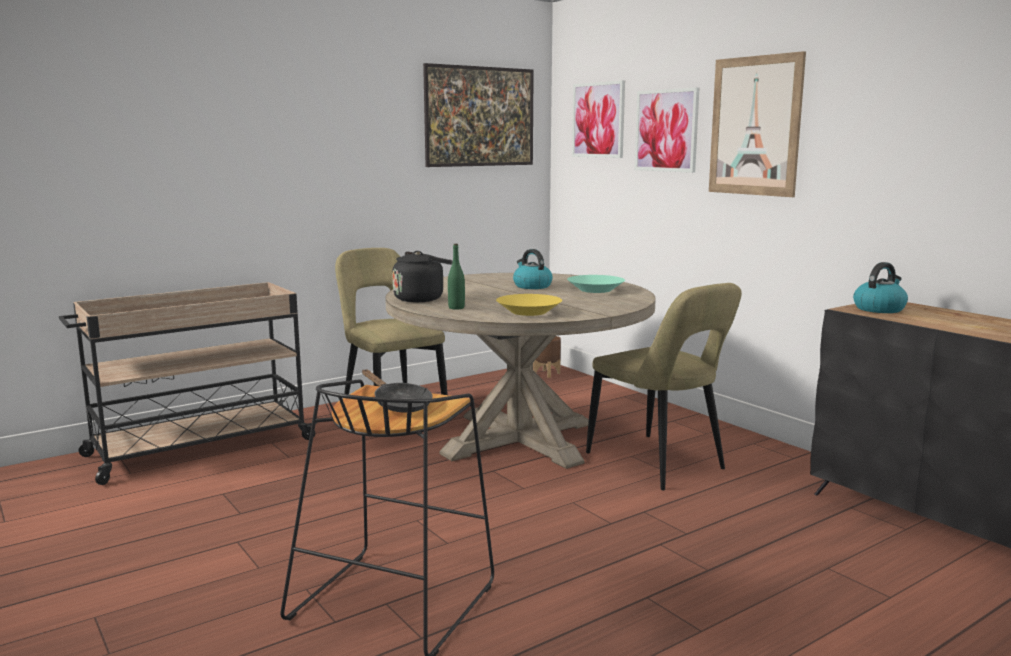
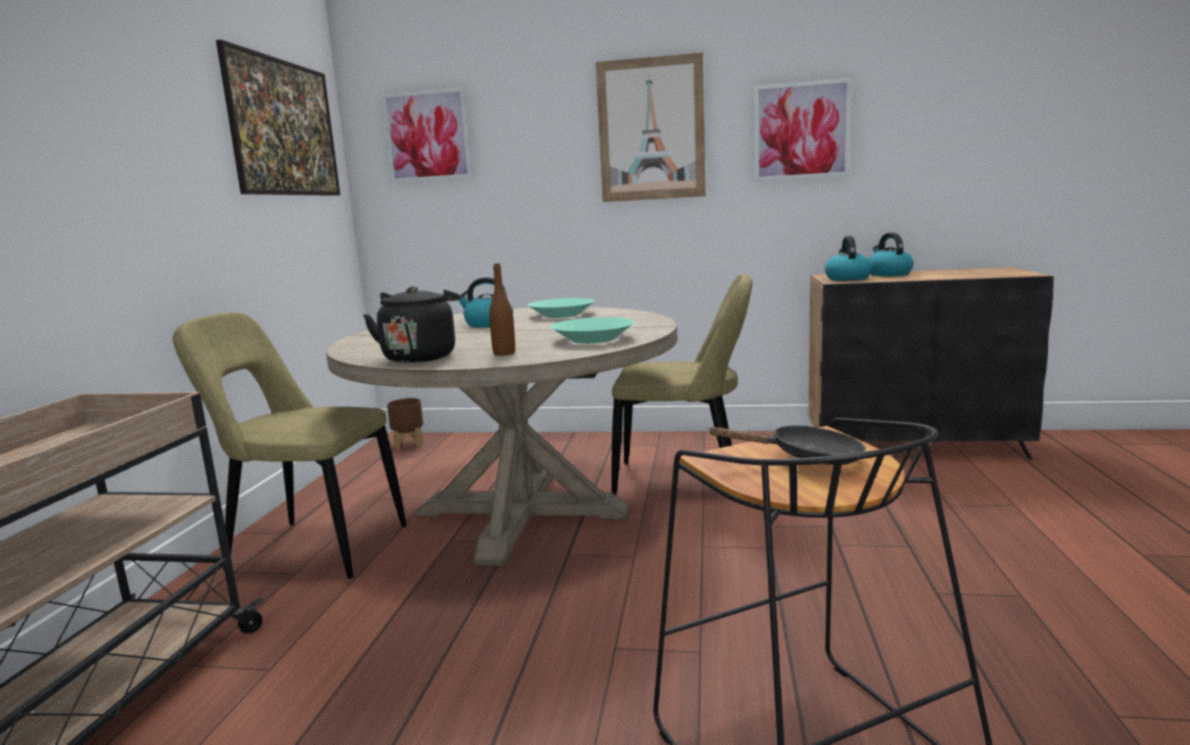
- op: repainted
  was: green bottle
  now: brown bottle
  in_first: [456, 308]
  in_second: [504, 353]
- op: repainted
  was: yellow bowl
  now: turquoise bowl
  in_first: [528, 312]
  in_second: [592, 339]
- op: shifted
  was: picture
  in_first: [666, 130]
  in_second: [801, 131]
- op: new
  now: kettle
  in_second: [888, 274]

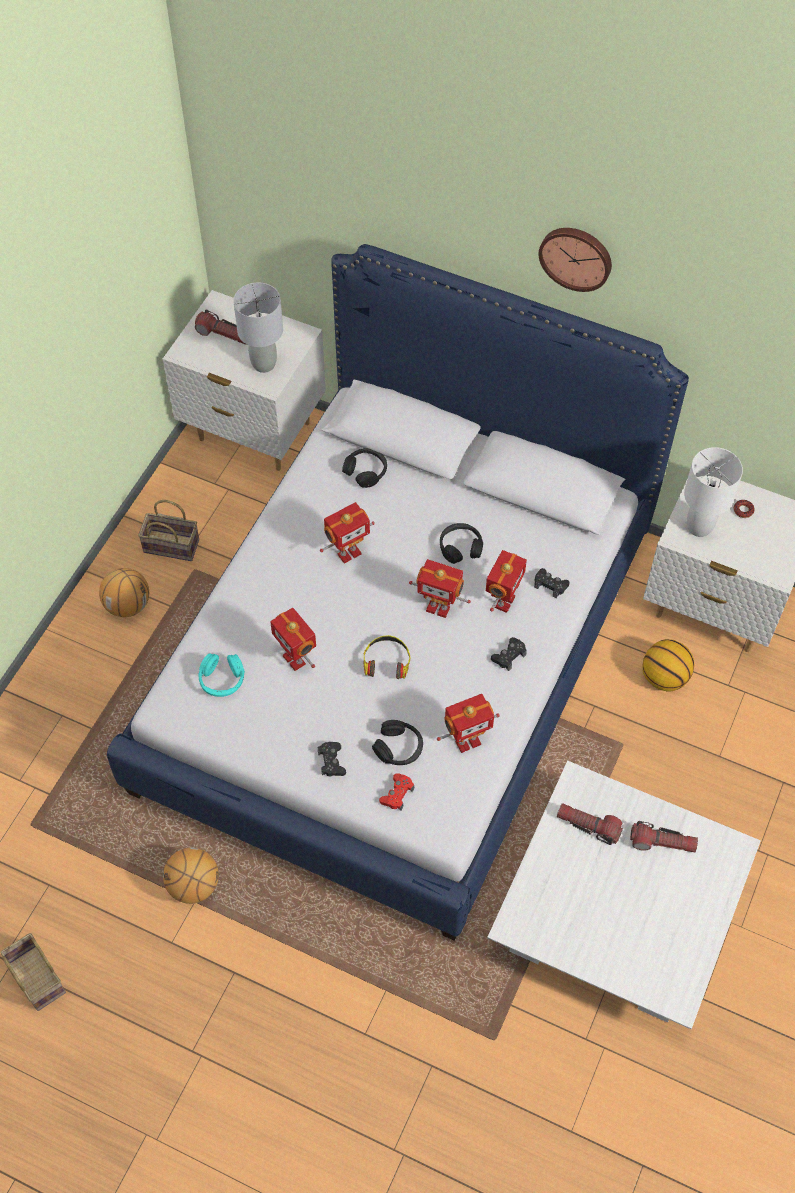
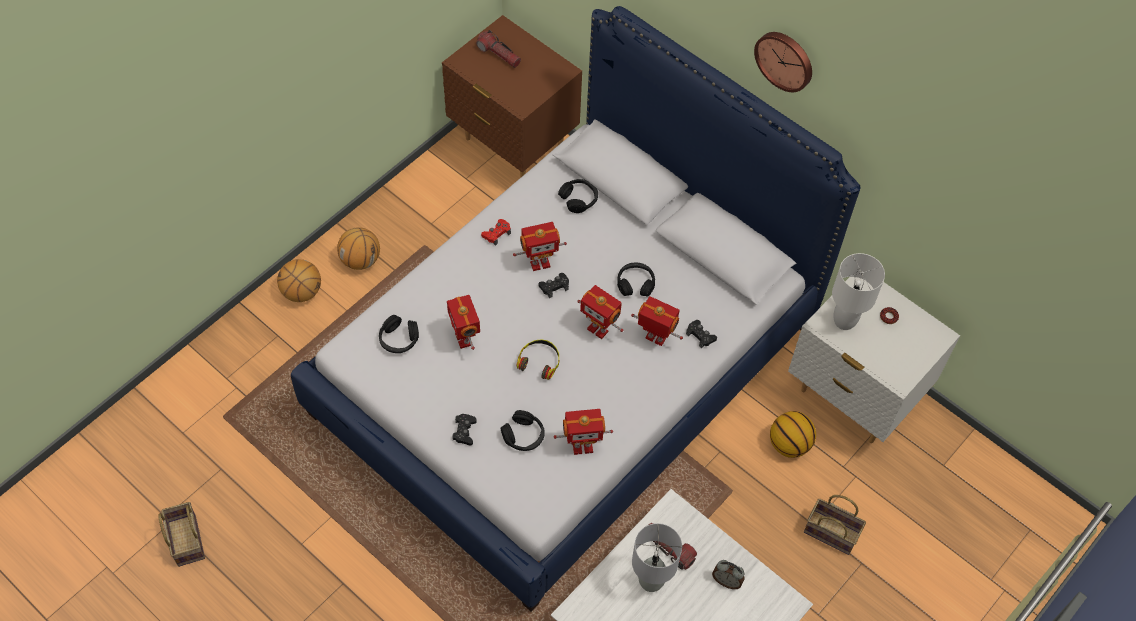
- op: shifted
  was: basket
  in_first: [173, 545]
  in_second: [833, 532]
- op: repainted
  was: white nightstand
  now: brown nightstand
  in_first: [254, 432]
  in_second: [513, 144]
- op: shifted
  was: basketball
  in_first: [194, 885]
  in_second: [302, 292]
- op: repainted
  was: turquoise headphones
  now: black headphones
  in_first: [222, 680]
  in_second: [399, 339]
- op: shifted
  was: grey table lamp
  in_first: [263, 364]
  in_second: [650, 581]
- op: shifted
  was: red game controller
  in_first: [397, 794]
  in_second: [496, 234]
- op: rotated
  was: toy robot
  in_first: [503, 601]
  in_second: [655, 339]
  clockwise: -105
- op: shifted
  was: black game controller
  in_first: [509, 656]
  in_second: [554, 287]
- op: swapped
  was: flashlight
  now: alarm clock
  in_first: [662, 843]
  in_second: [726, 581]

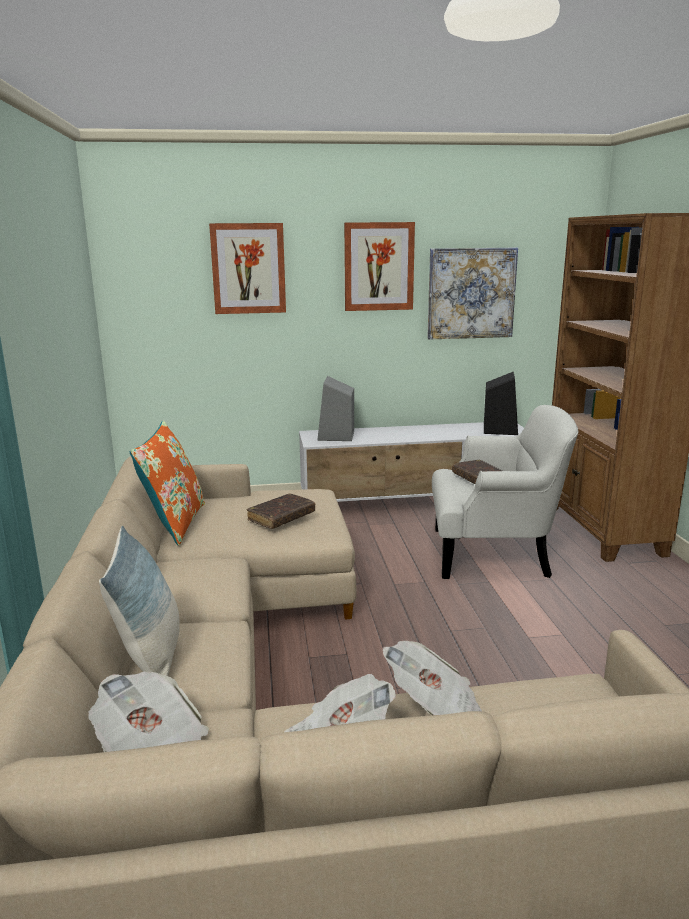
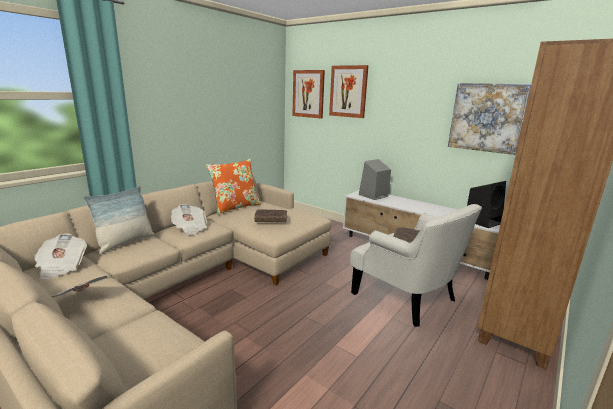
- op: shifted
  was: picture
  in_first: [378, 266]
  in_second: [308, 94]
- op: shifted
  was: newspaper
  in_first: [434, 705]
  in_second: [190, 228]

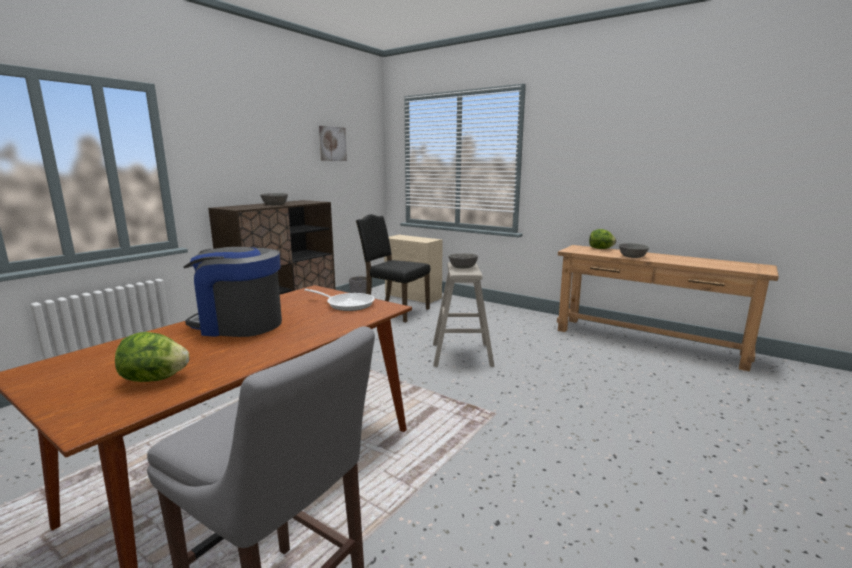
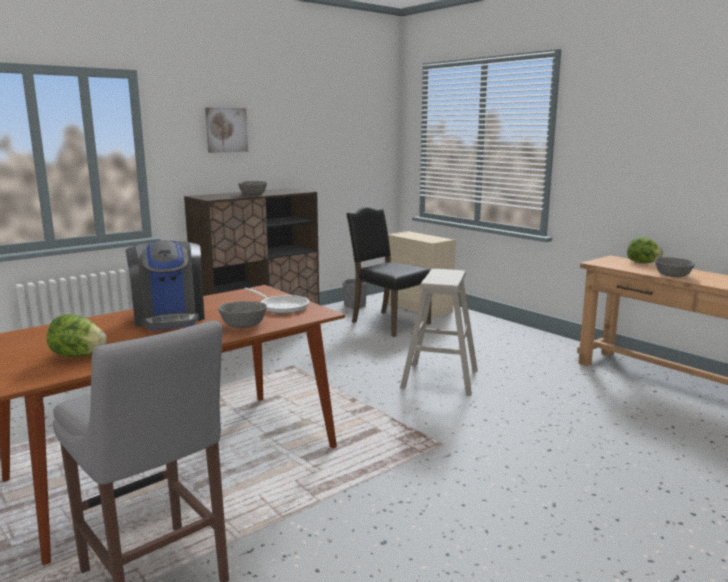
- op: rotated
  was: coffee machine
  in_first: [239, 324]
  in_second: [170, 317]
  clockwise: -135
- op: shifted
  was: picture
  in_first: [332, 144]
  in_second: [226, 130]
- op: shifted
  was: grey bowl
  in_first: [462, 267]
  in_second: [243, 325]

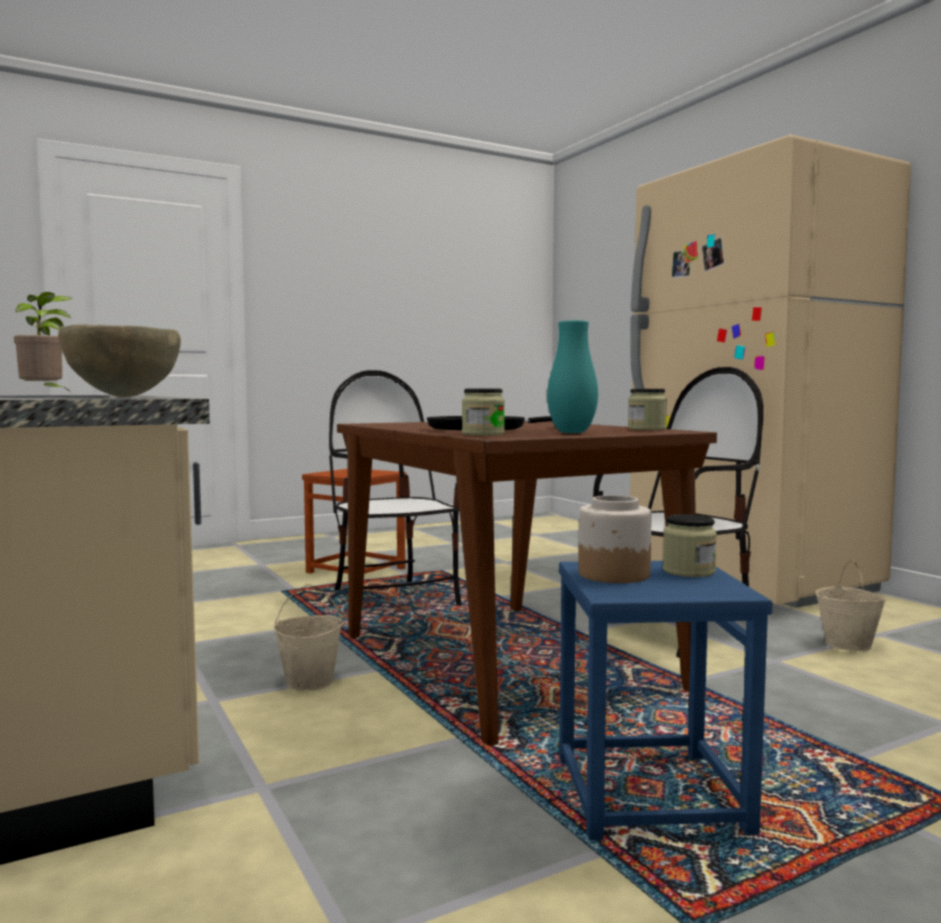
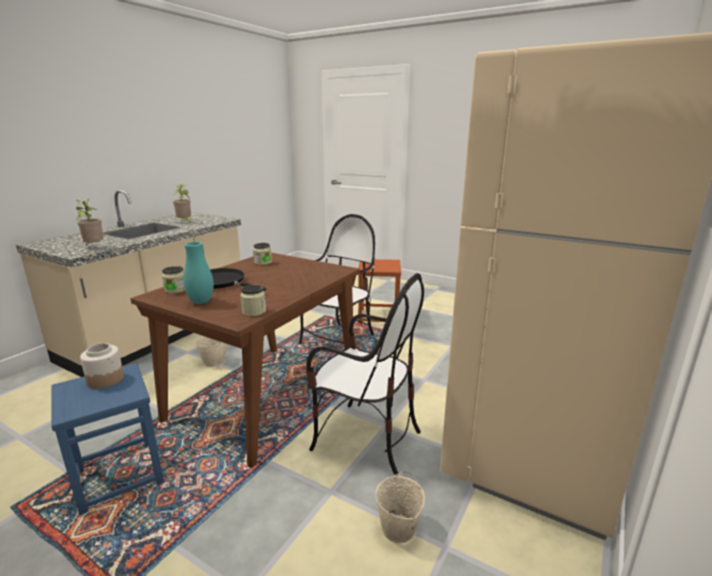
- op: swapped
  was: brown bowl
  now: potted plant
  in_first: [122, 397]
  in_second: [94, 247]
- op: shifted
  was: jar
  in_first: [688, 571]
  in_second: [263, 262]

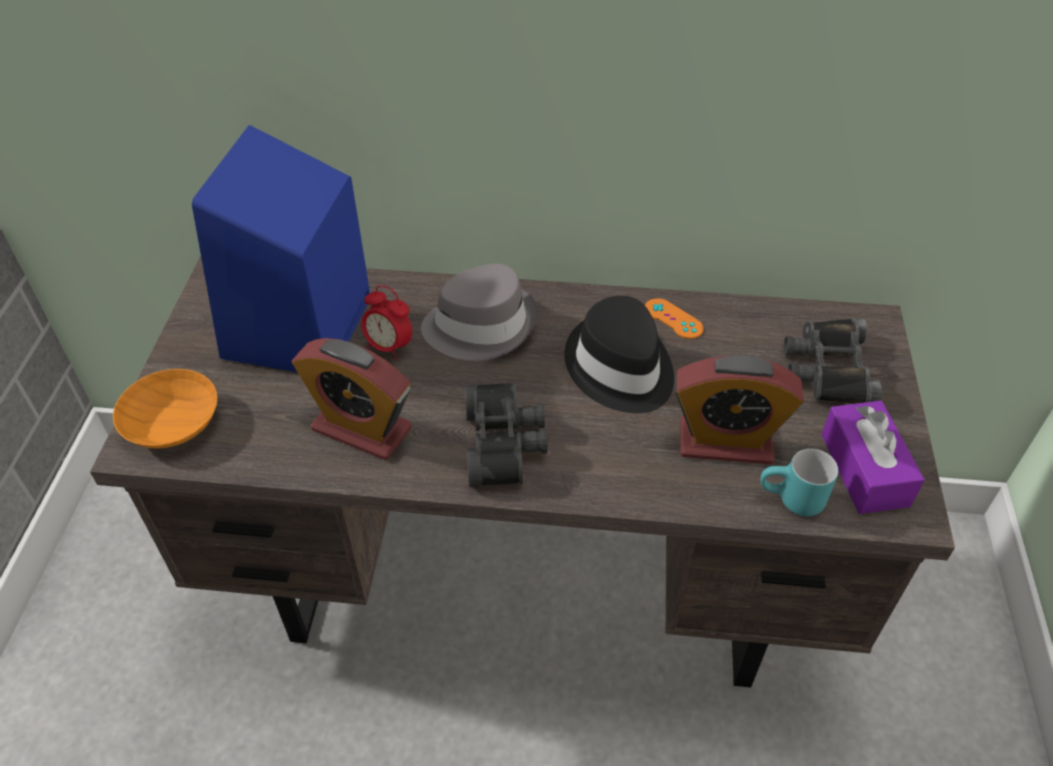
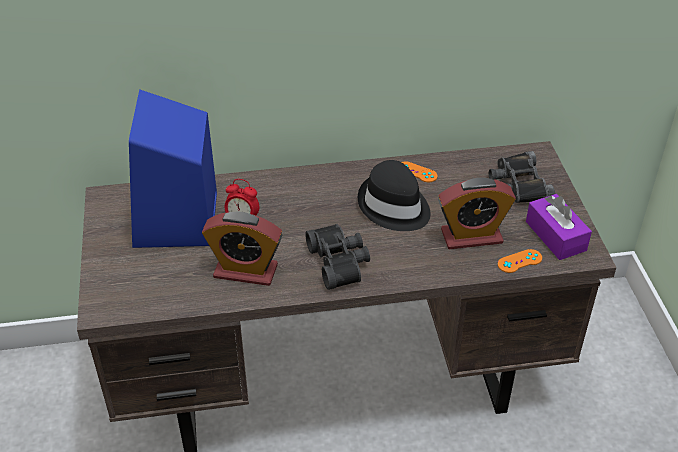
- op: gone
  was: orange bowl
  in_first: [170, 423]
- op: gone
  was: grey hat
  in_first: [480, 325]
- op: swapped
  was: turquoise mug
  now: orange game controller
  in_first: [791, 502]
  in_second: [519, 261]

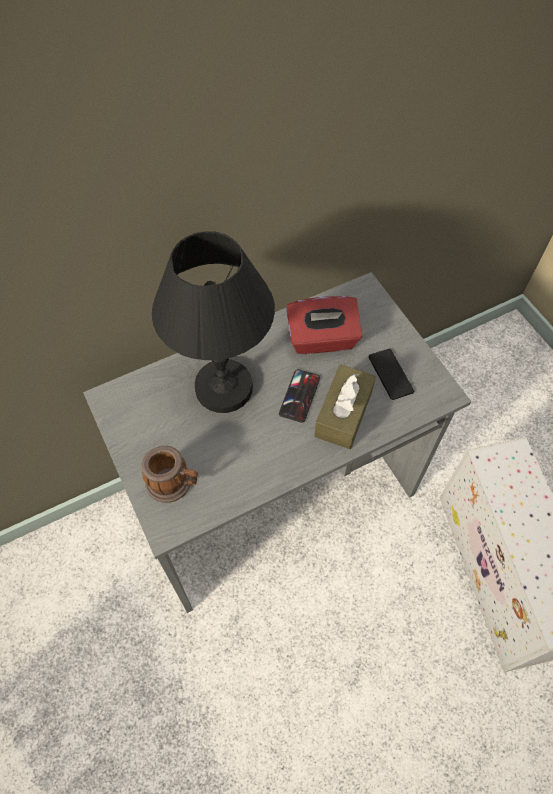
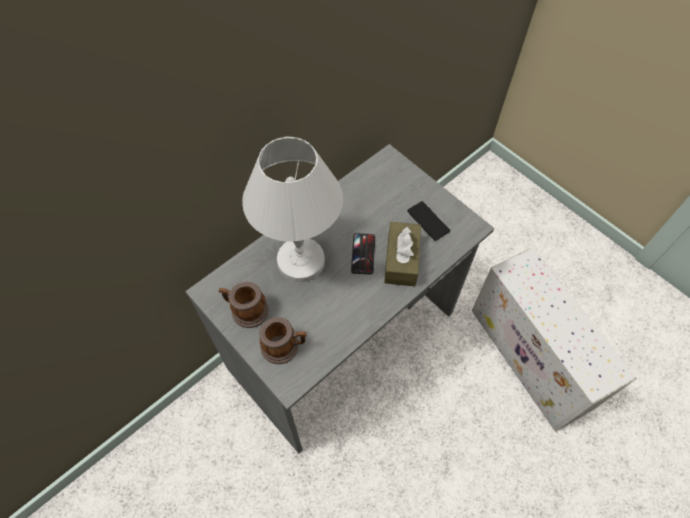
- op: repainted
  was: black table lamp
  now: white table lamp
  in_first: [224, 387]
  in_second: [301, 260]
- op: gone
  was: red tissue box
  in_first: [322, 340]
- op: new
  now: mug
  in_second: [246, 310]

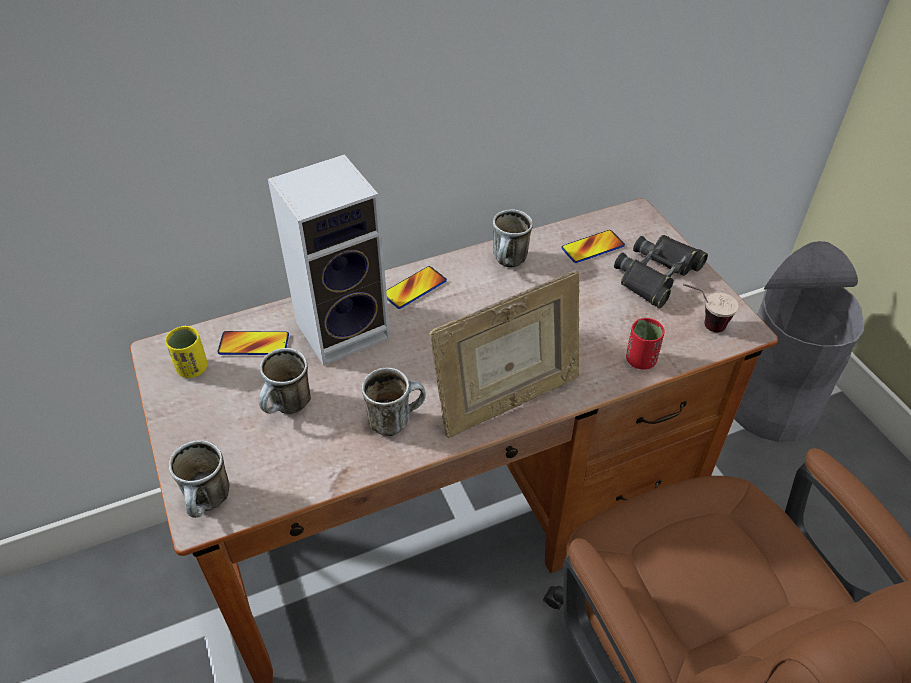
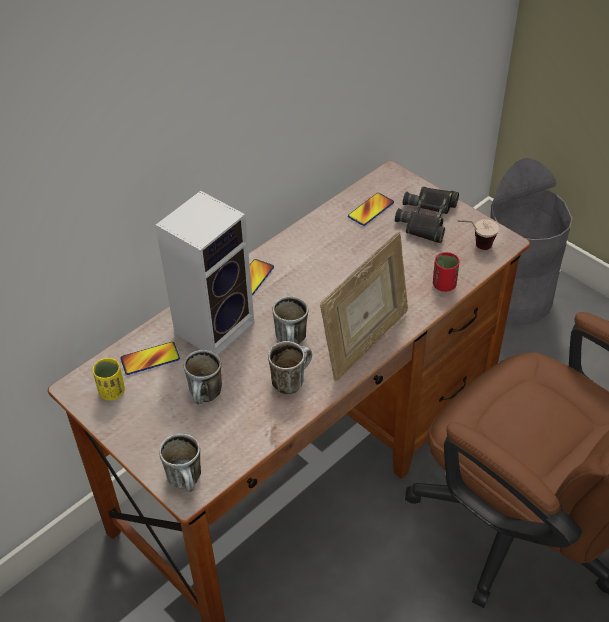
- op: shifted
  was: mug
  in_first: [509, 263]
  in_second: [292, 342]

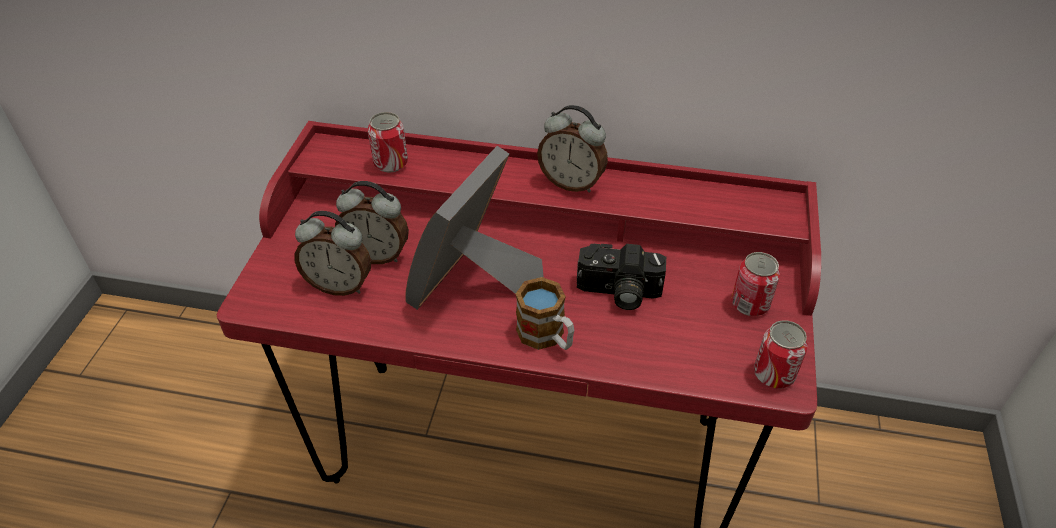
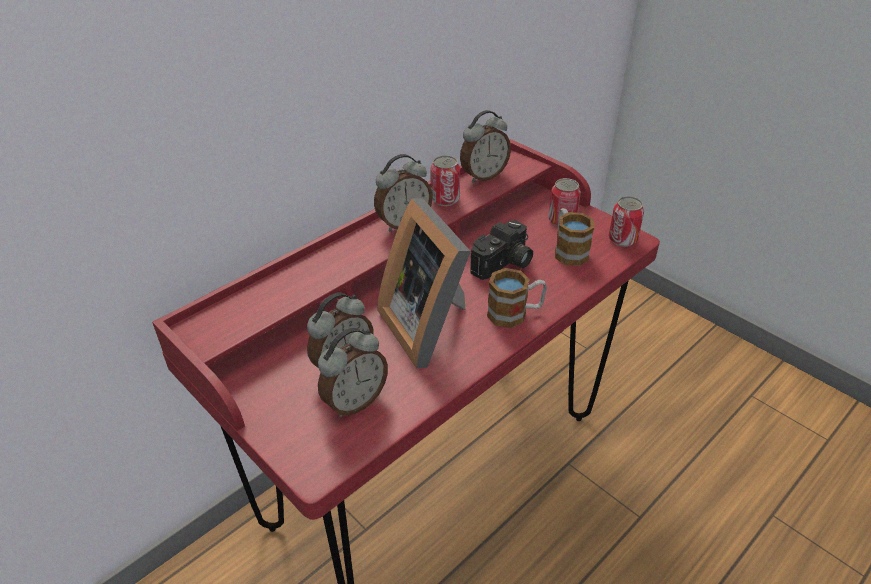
- op: shifted
  was: can
  in_first: [390, 163]
  in_second: [445, 199]
- op: new
  now: alarm clock
  in_second: [483, 176]
- op: new
  now: mug
  in_second: [568, 250]

